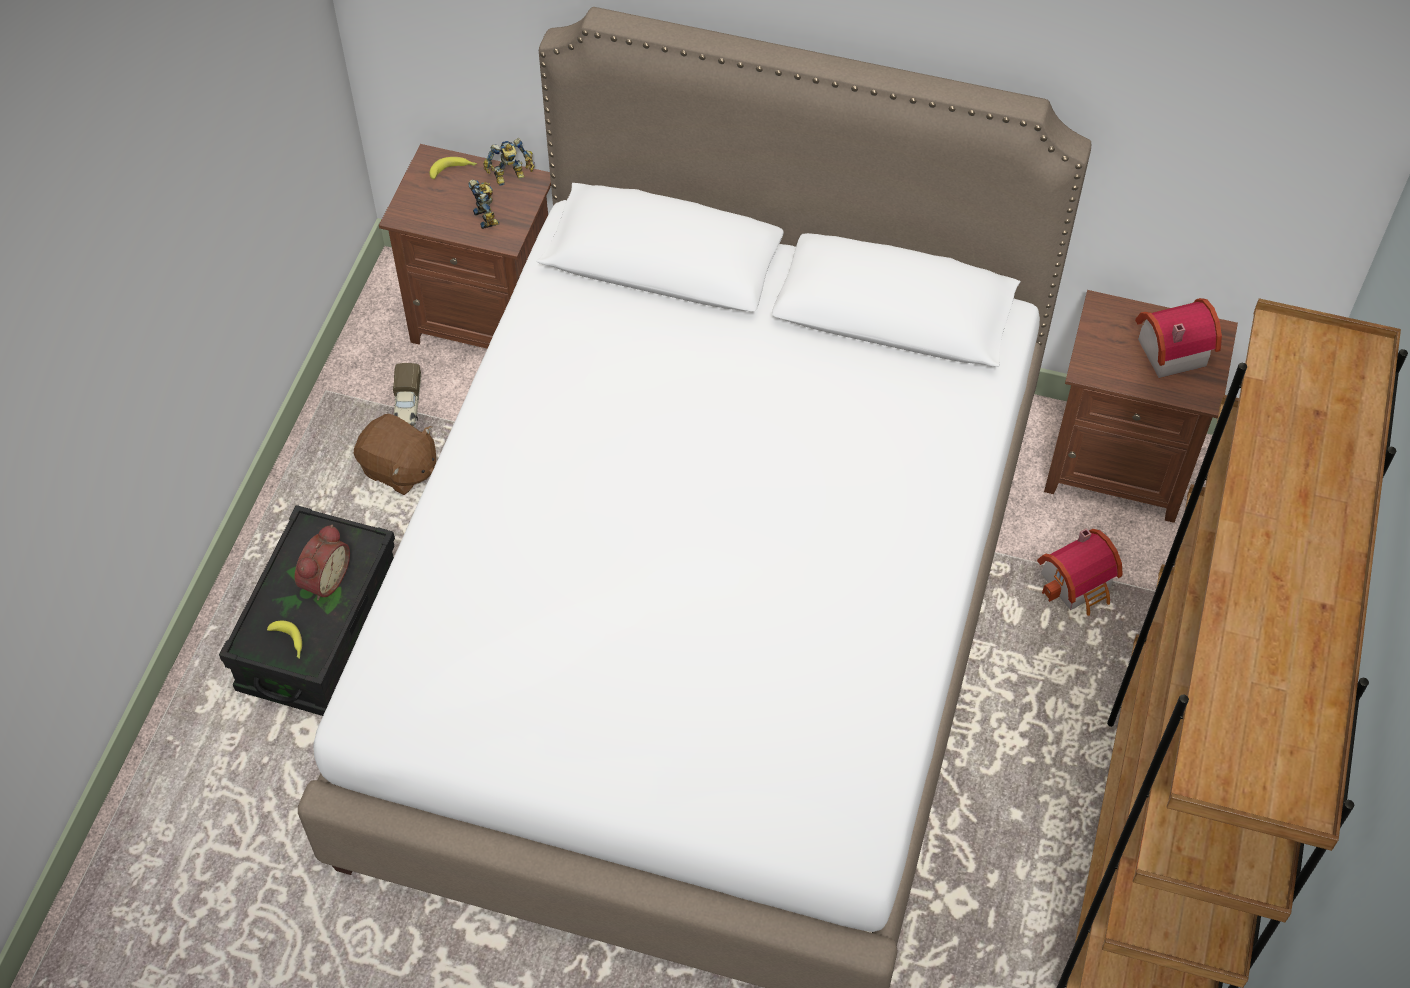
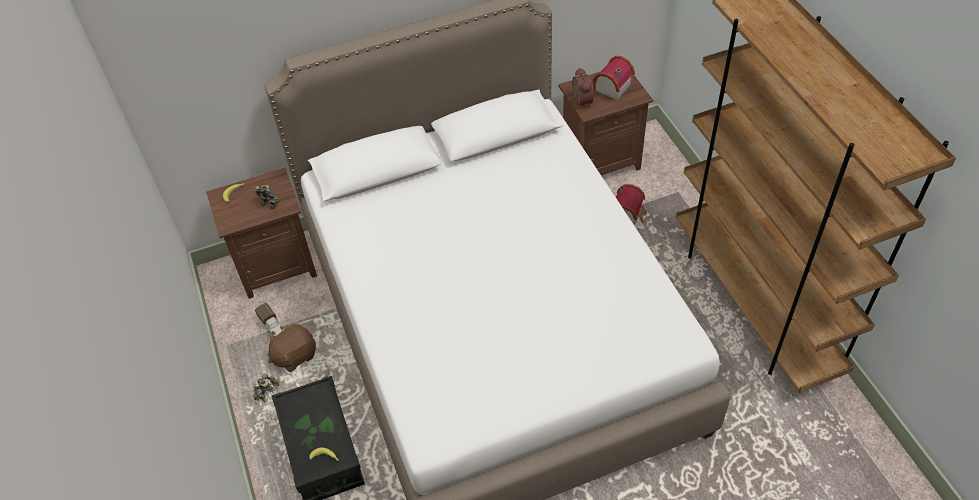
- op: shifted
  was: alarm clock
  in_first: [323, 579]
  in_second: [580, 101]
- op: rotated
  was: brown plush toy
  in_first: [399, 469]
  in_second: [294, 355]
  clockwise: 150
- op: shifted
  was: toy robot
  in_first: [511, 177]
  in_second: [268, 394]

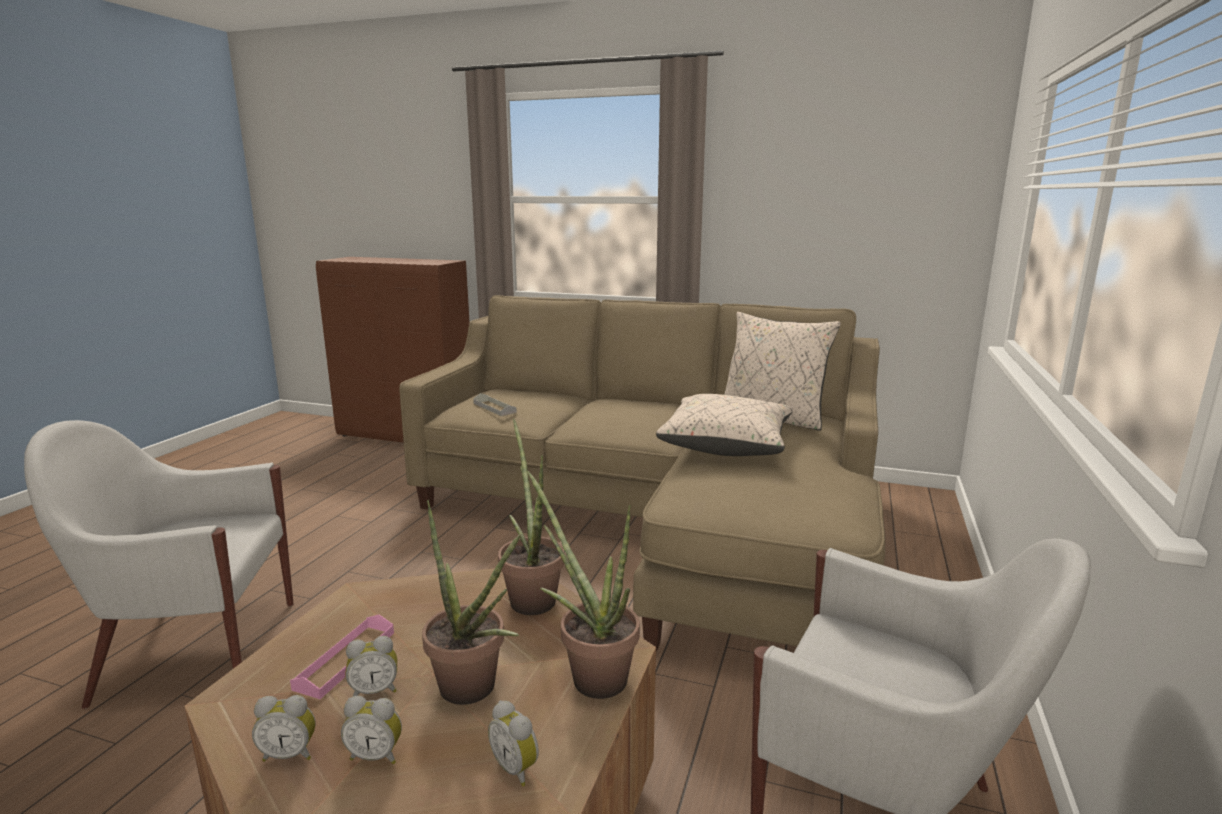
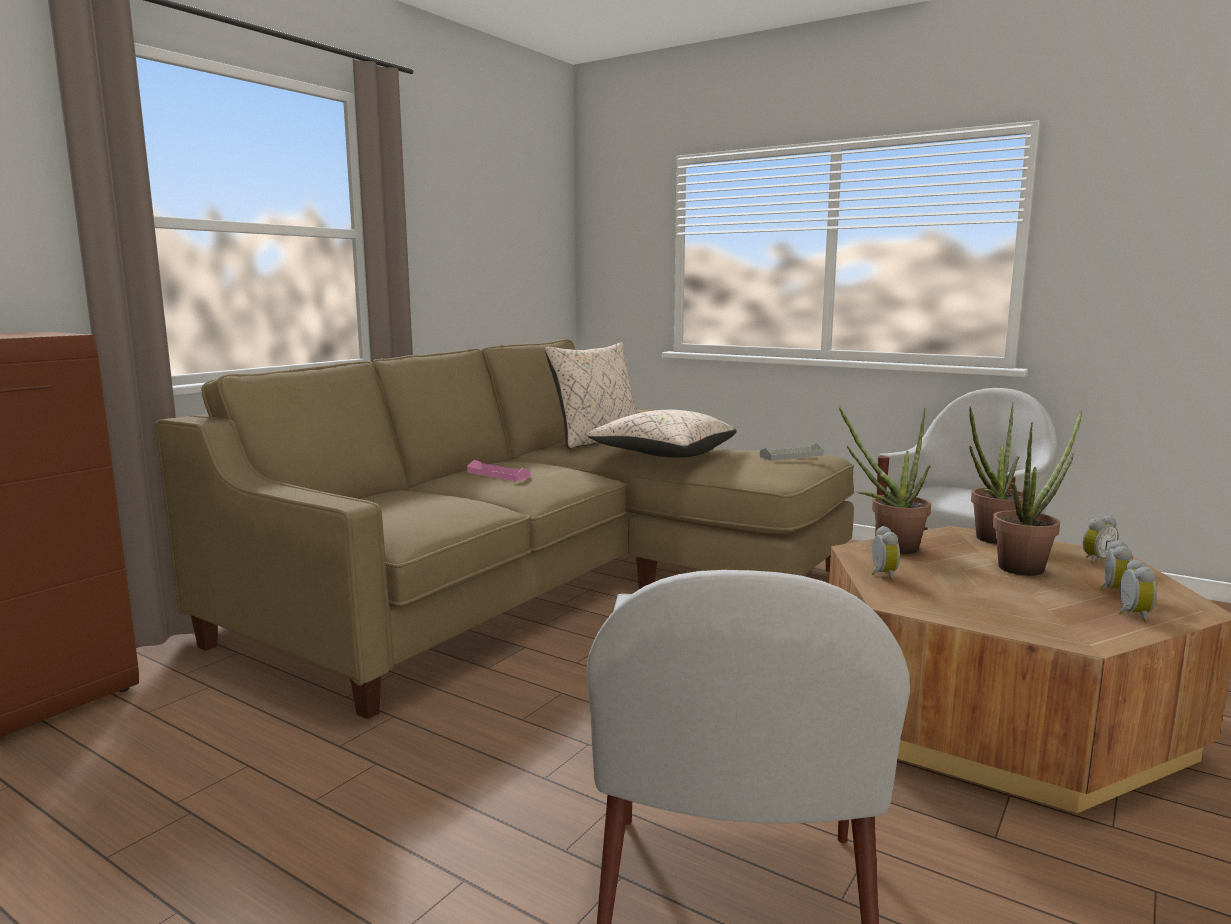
- op: shifted
  was: pink tray
  in_first: [345, 660]
  in_second: [498, 475]
- op: shifted
  was: alarm clock
  in_first: [375, 690]
  in_second: [881, 575]
- op: shifted
  was: grey tray
  in_first: [494, 408]
  in_second: [791, 456]

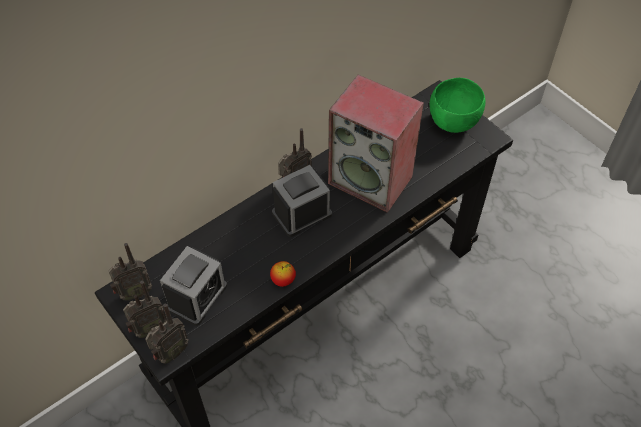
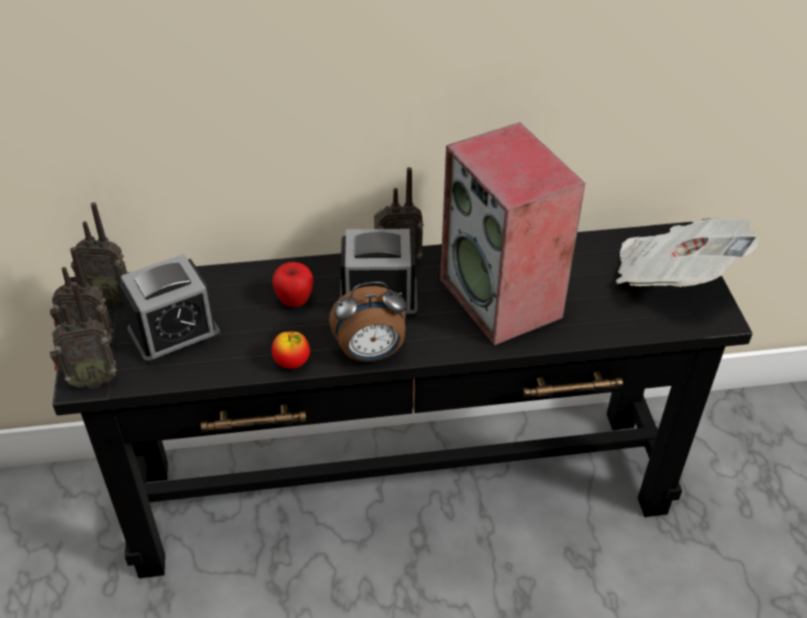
- op: swapped
  was: green bowl
  now: newspaper
  in_first: [452, 122]
  in_second: [673, 277]
- op: new
  now: apple
  in_second: [295, 301]
- op: new
  now: alarm clock
  in_second: [370, 354]

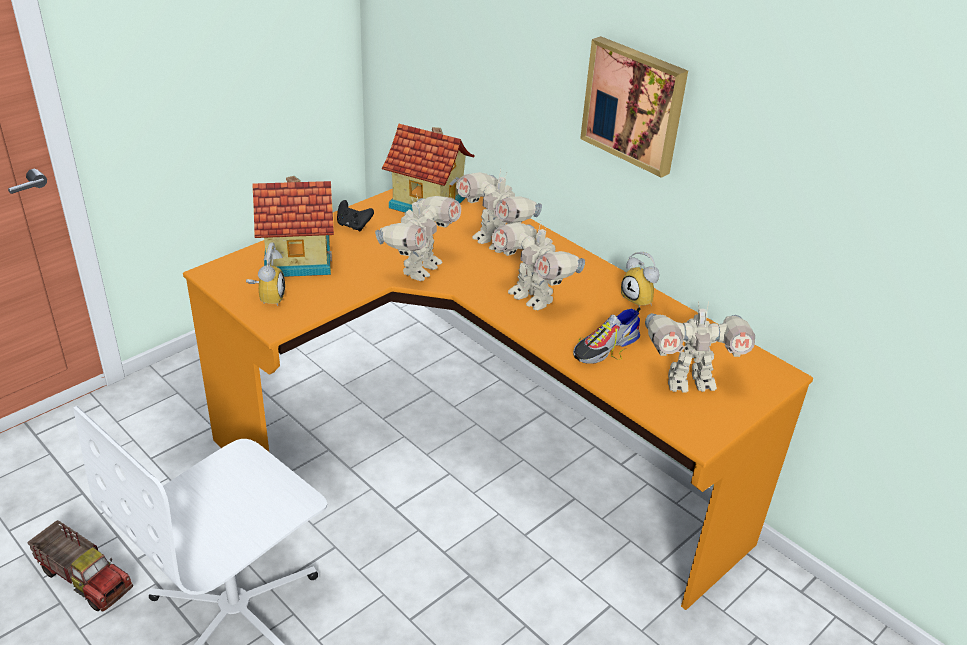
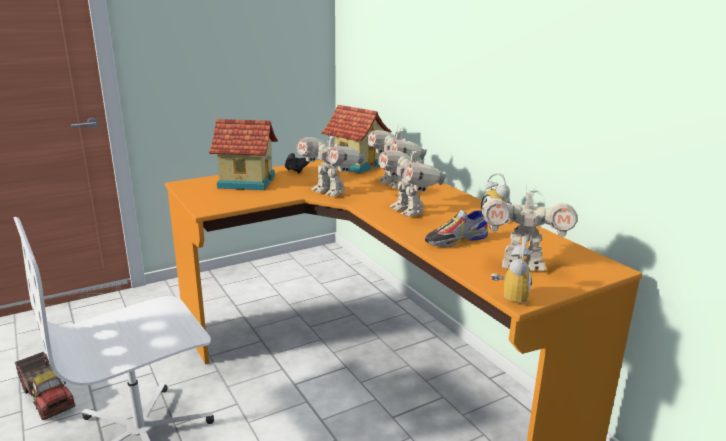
- op: shifted
  was: alarm clock
  in_first: [268, 297]
  in_second: [509, 297]
- op: rotated
  was: toy robot
  in_first: [419, 269]
  in_second: [330, 192]
  clockwise: 90
- op: gone
  was: picture
  in_first: [635, 105]

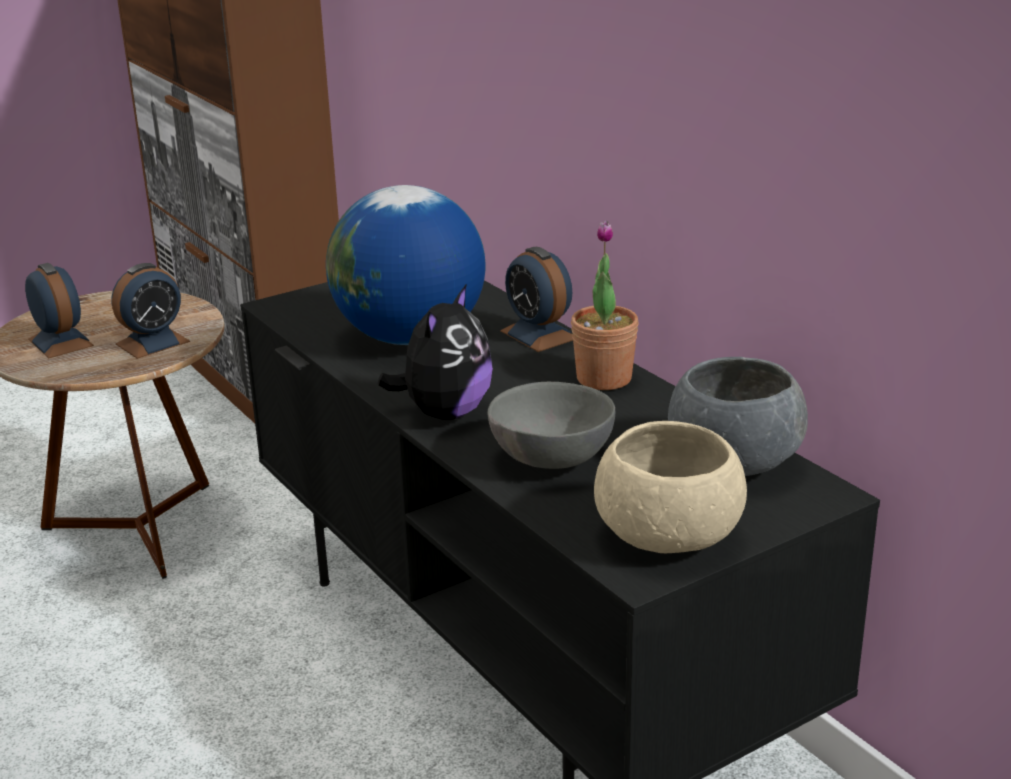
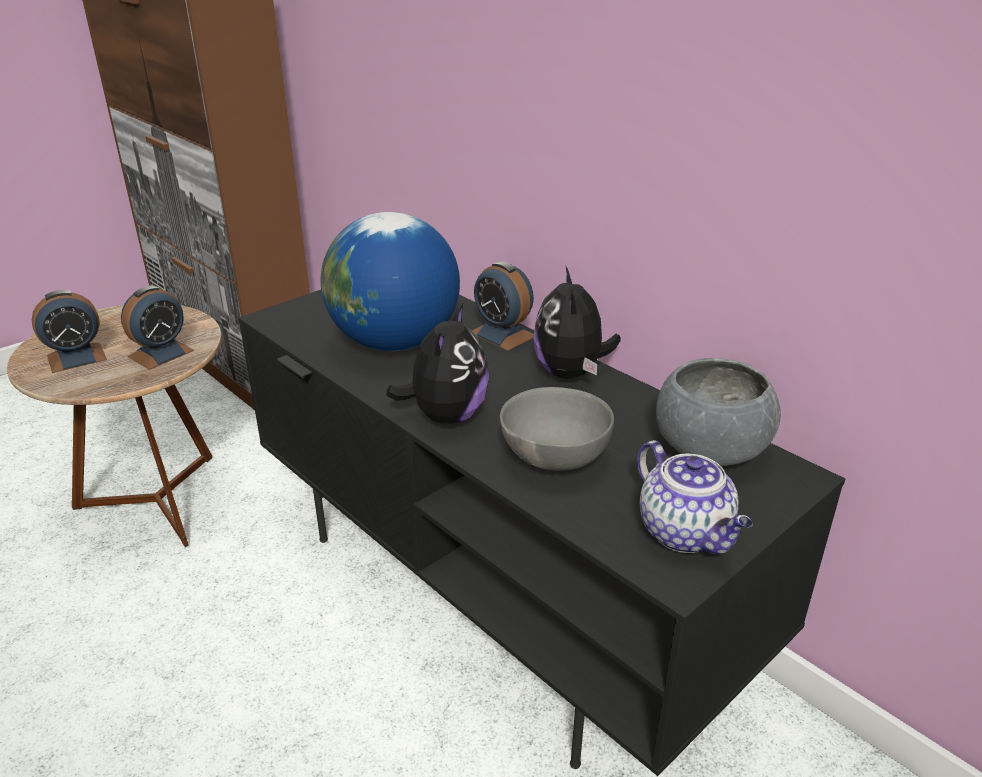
- op: rotated
  was: alarm clock
  in_first: [60, 342]
  in_second: [76, 357]
  clockwise: 105
- op: swapped
  was: potted plant
  now: plush toy
  in_first: [604, 378]
  in_second: [571, 373]
- op: swapped
  was: beige bowl
  now: teapot
  in_first: [668, 537]
  in_second: [686, 533]

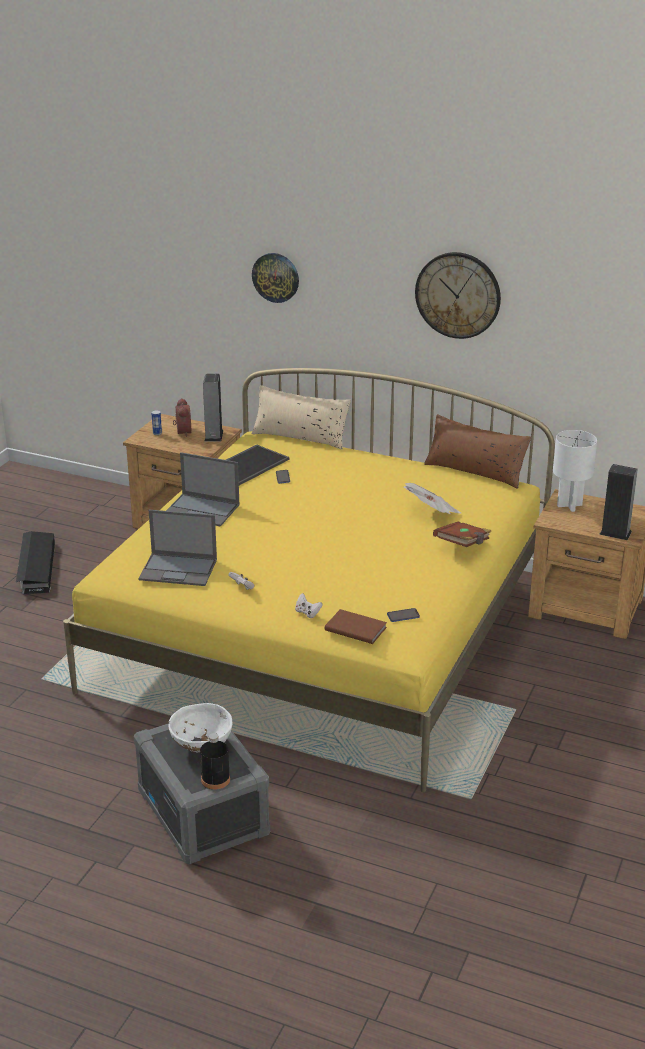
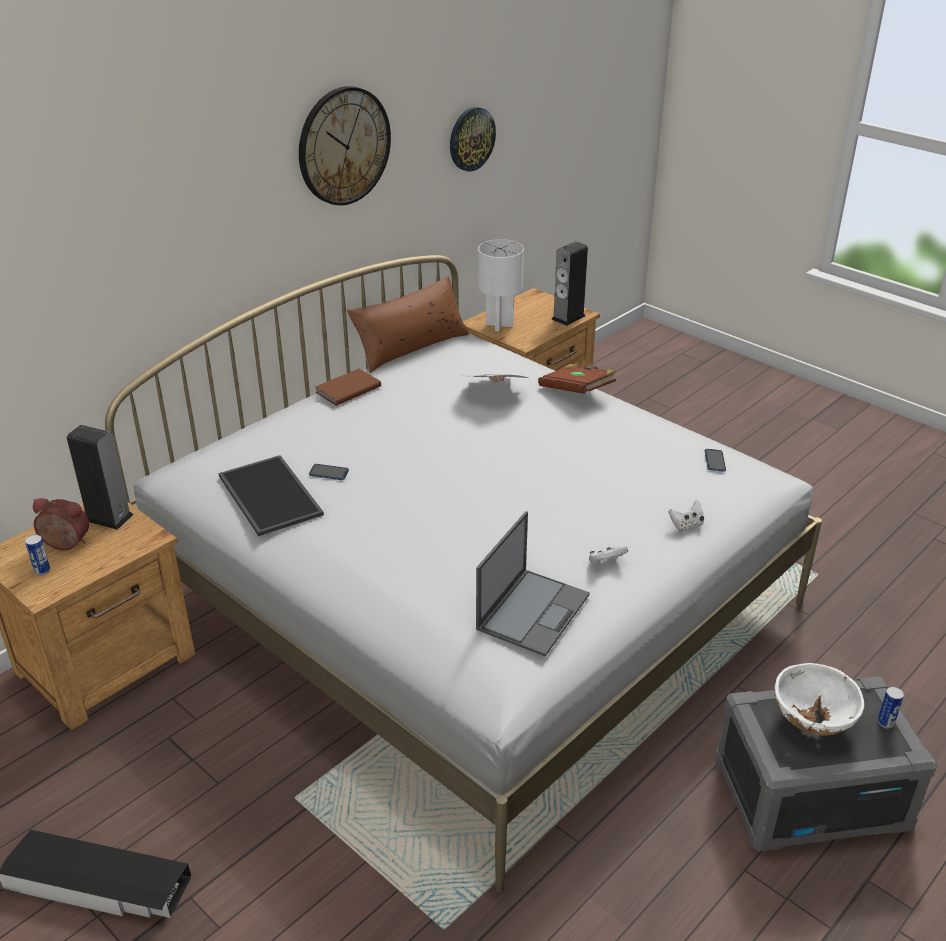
- op: repainted
  was: yellow bed
  now: white bed
  in_first: [323, 632]
  in_second: [472, 601]
- op: gone
  was: laptop
  in_first: [202, 510]
- op: swapped
  was: black bottle
  now: can
  in_first: [215, 779]
  in_second: [885, 722]
- op: gone
  was: beige pillow
  in_first: [300, 436]
- op: shifted
  was: wall clock
  in_first: [276, 277]
  in_second: [471, 139]
- op: shifted
  was: brown book
  in_first: [355, 628]
  in_second: [346, 389]

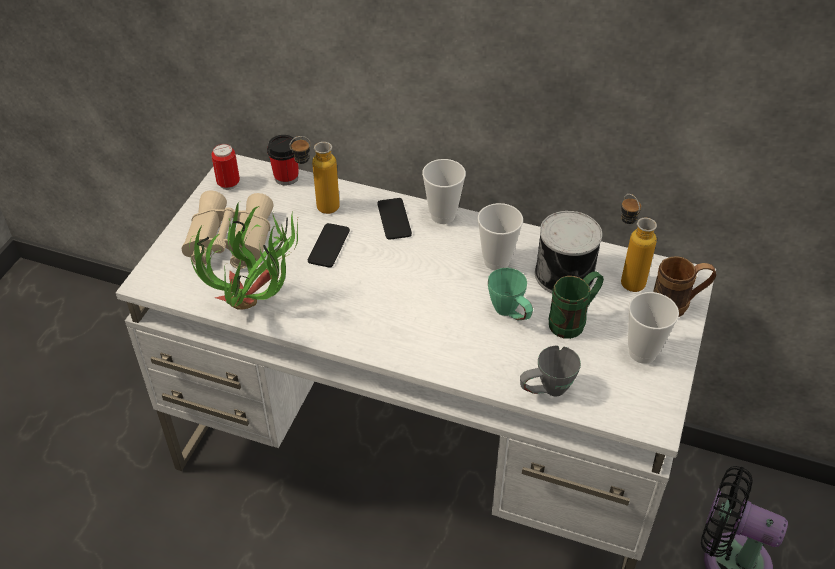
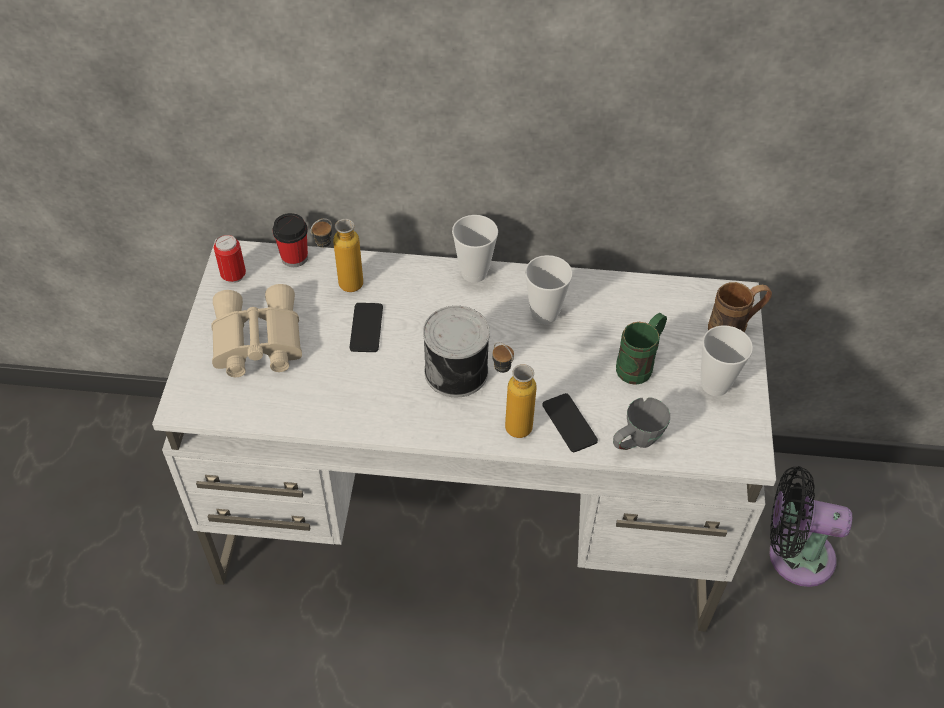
- op: gone
  was: potted plant
  in_first: [258, 310]
- op: shifted
  was: phone
  in_first: [394, 219]
  in_second: [569, 423]
- op: gone
  was: green mug
  in_first: [510, 314]
- op: shifted
  was: can
  in_first: [566, 274]
  in_second: [458, 371]
- op: shifted
  was: bottle
  in_first: [625, 277]
  in_second: [509, 421]

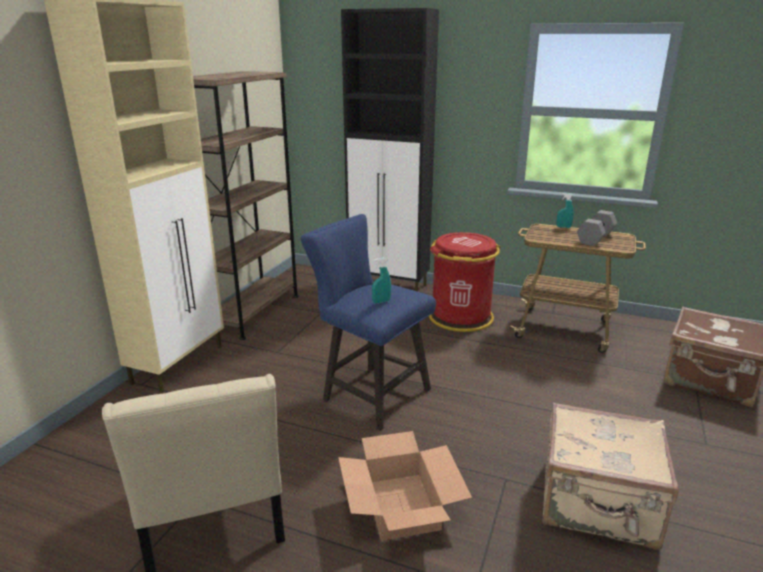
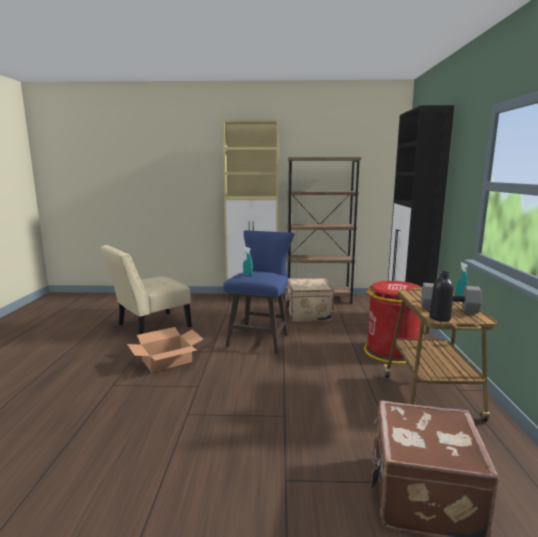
- op: shifted
  was: beige suitcase
  in_first: [598, 505]
  in_second: [307, 314]
- op: new
  now: black bottle
  in_second: [440, 318]

